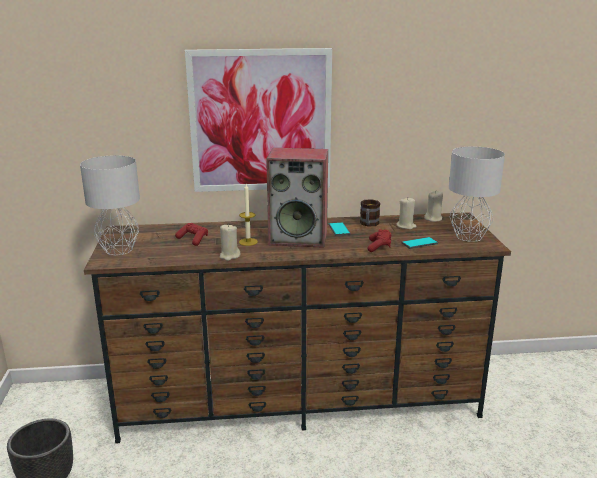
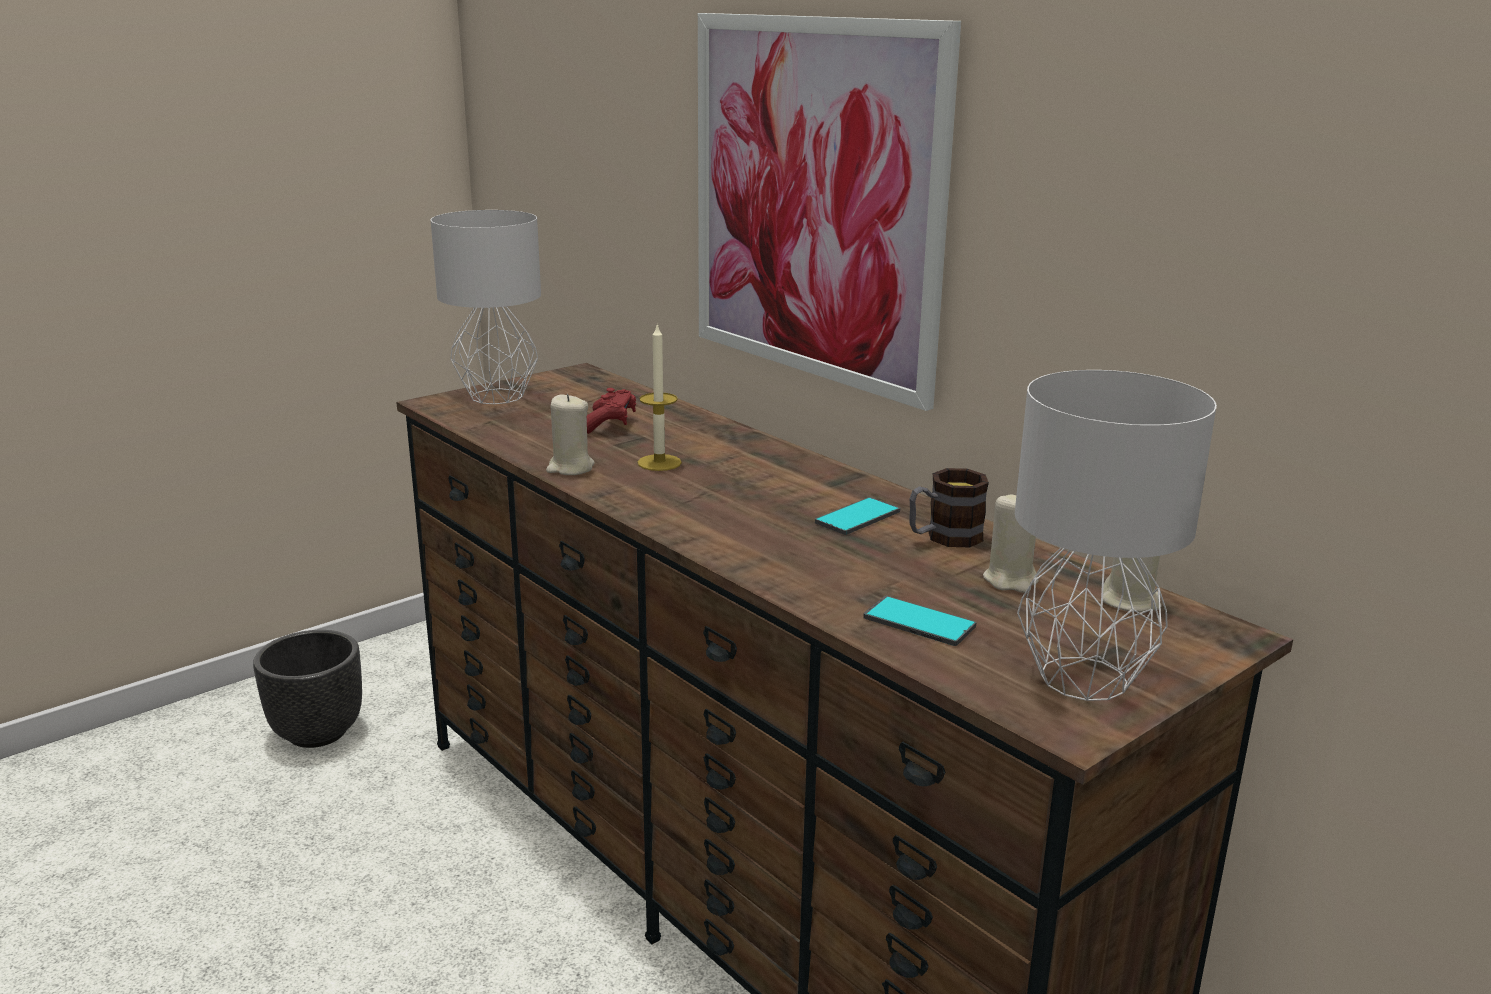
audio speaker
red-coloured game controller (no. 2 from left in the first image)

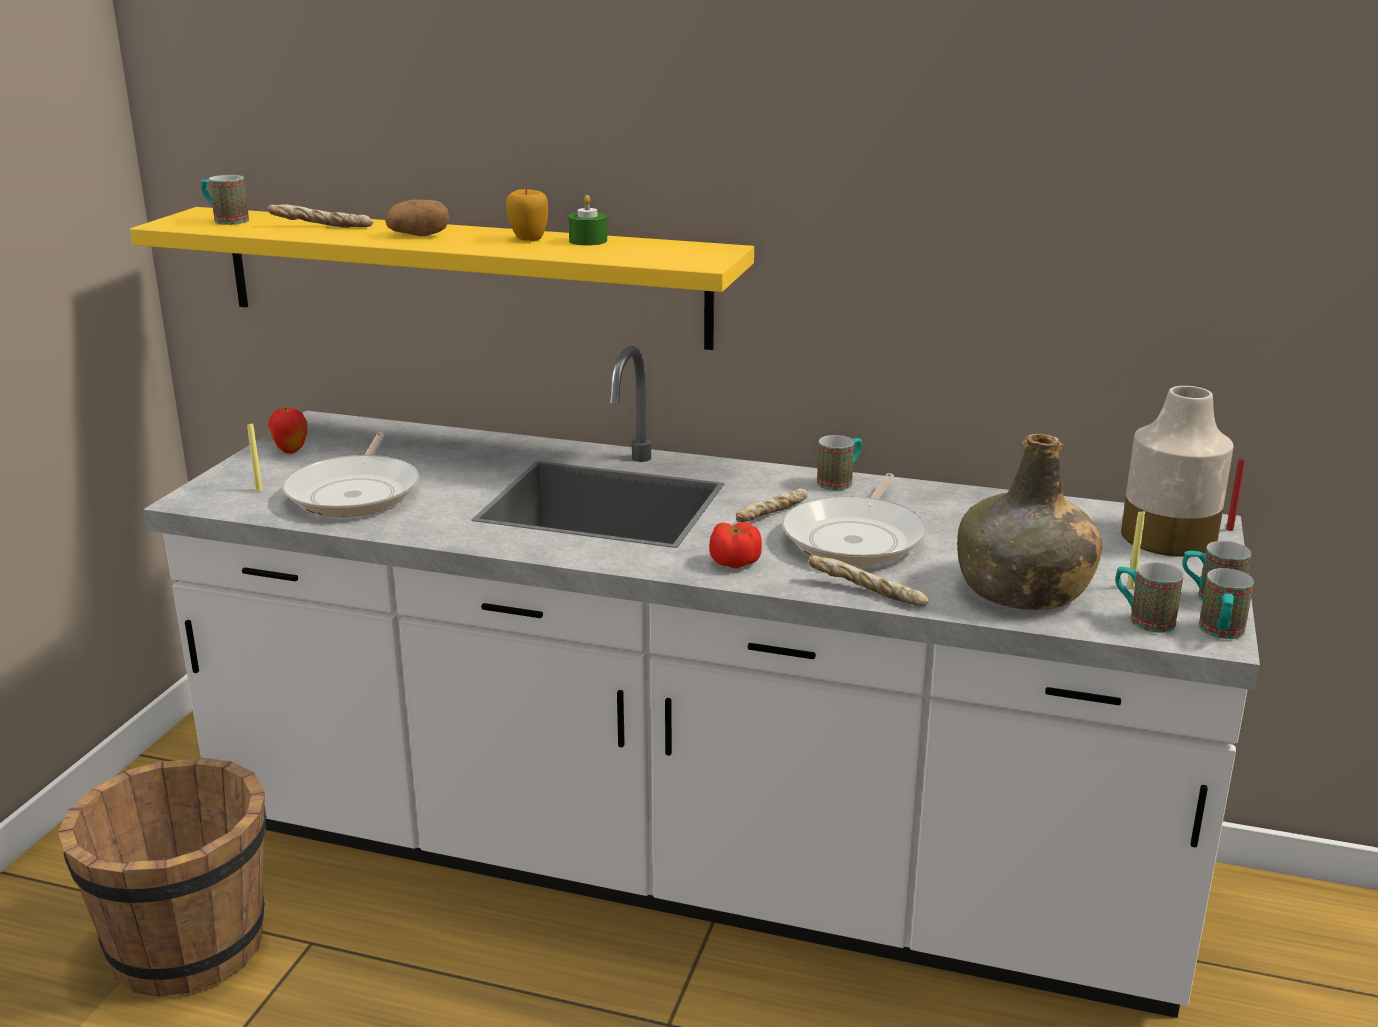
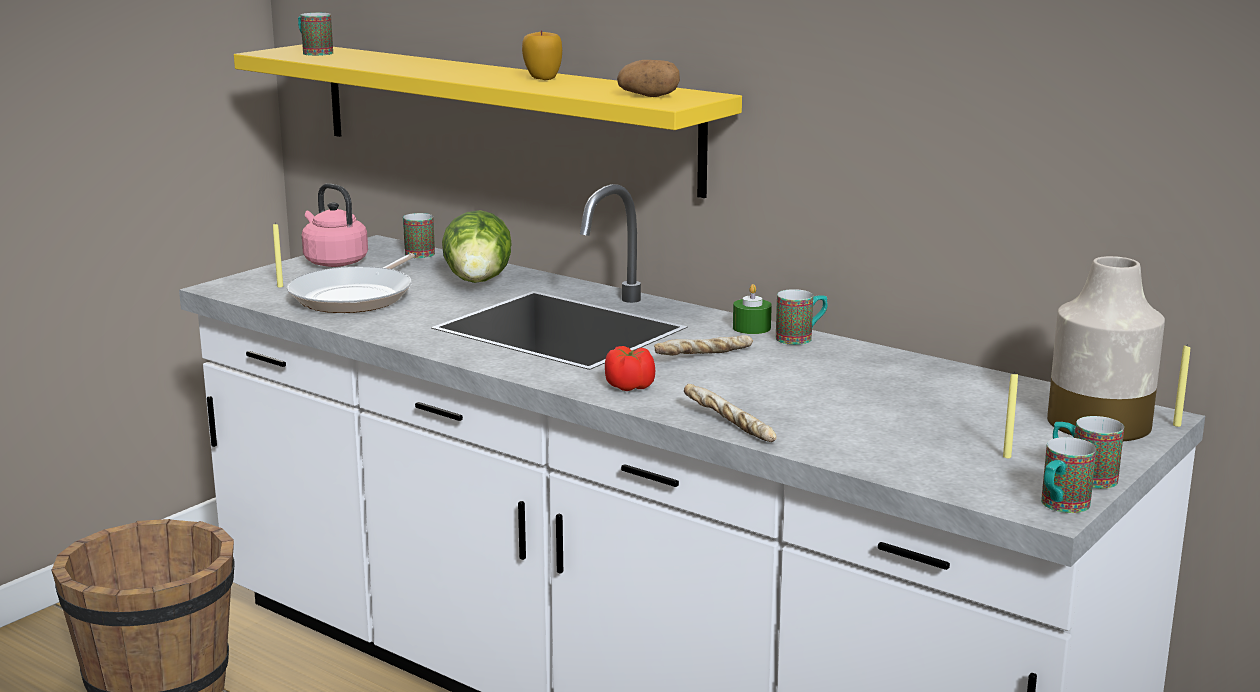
bread (no. 1 from left in the first image)
skillet (no. 2 from left in the first image)
greenish bottle
head of lettuce
potato
greenish candle
tea mug (no. 2 from left)
pink-coloured tea kettle
yellow candle (no. 3 from left)

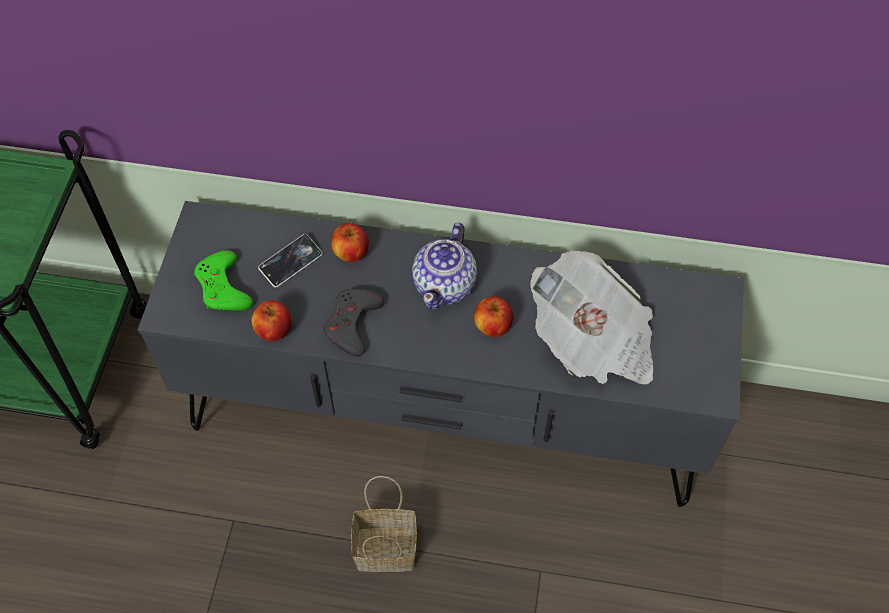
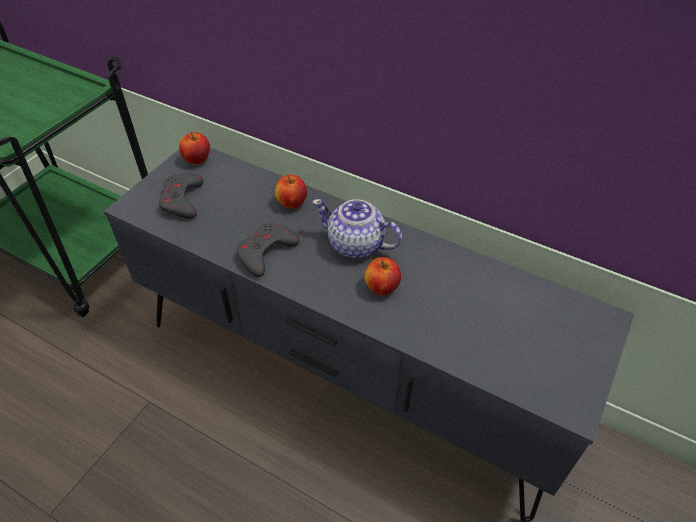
handset
storage basket
printed paper
whole apple (no. 1 from left)
grey game controller (no. 1 from left)
tea pot

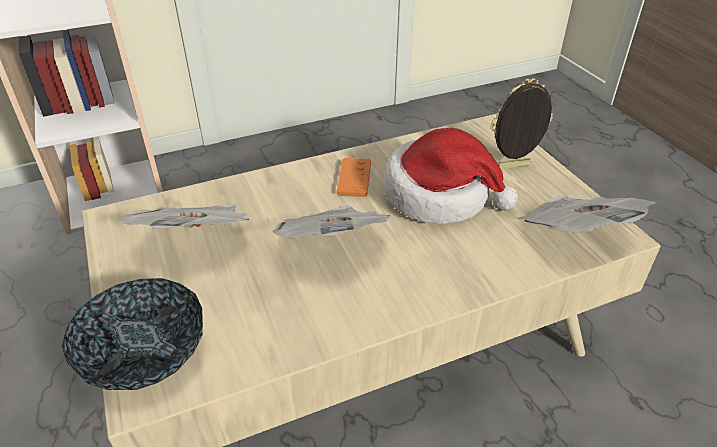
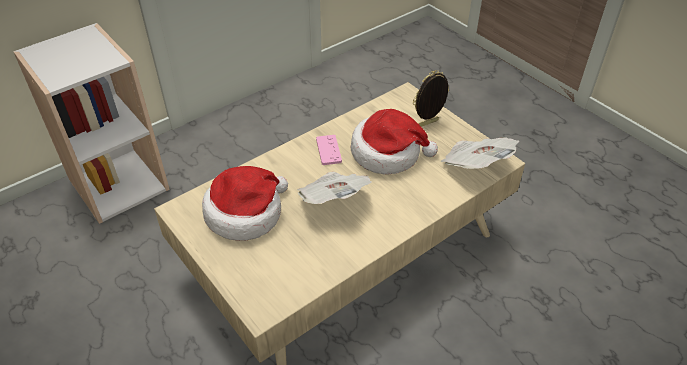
deep dish
wearable hat (no. 1 from left)
pink-coloured game controller

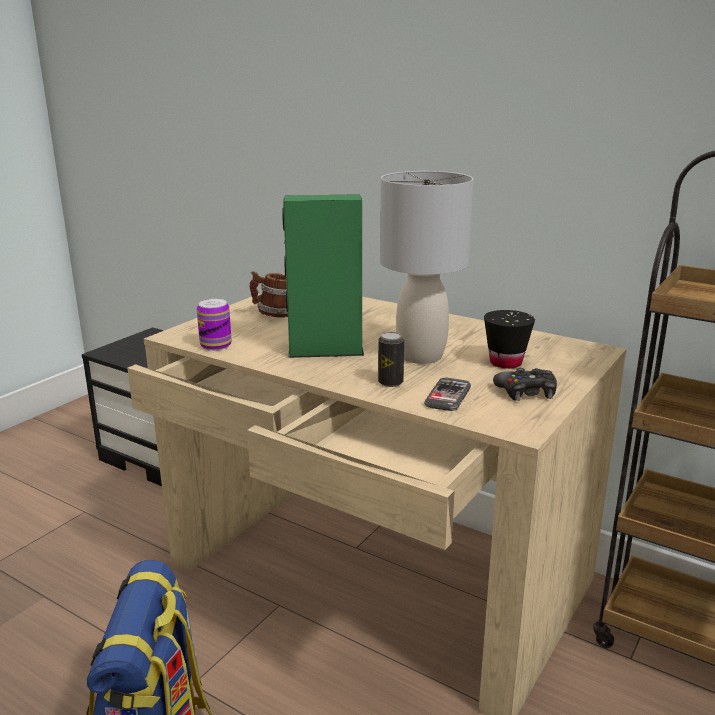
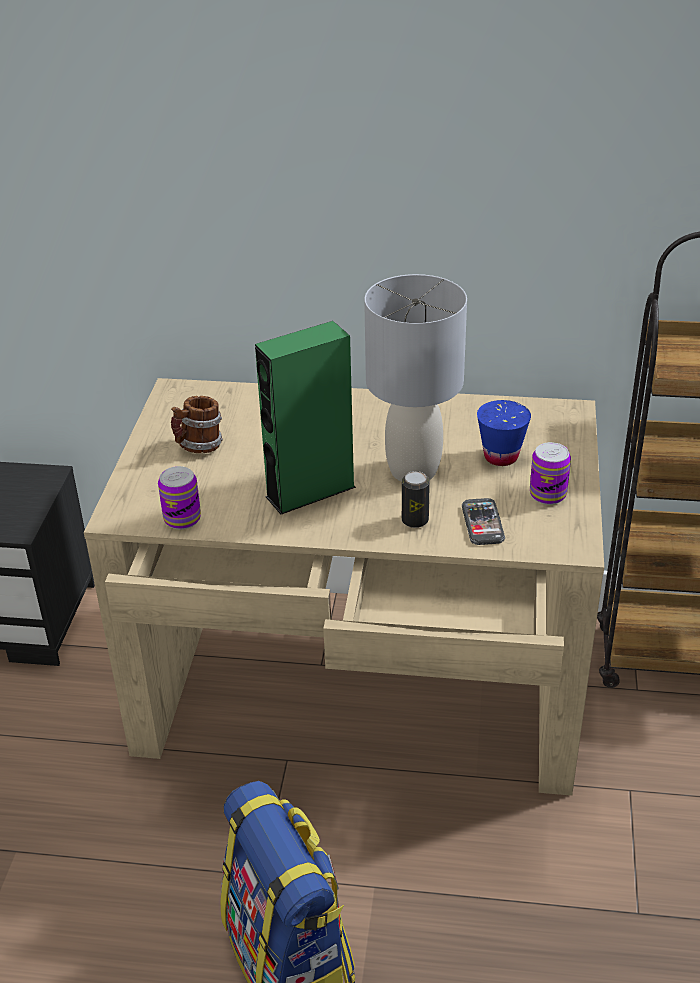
metal can (no. 3 from left)
bluish drinking cup

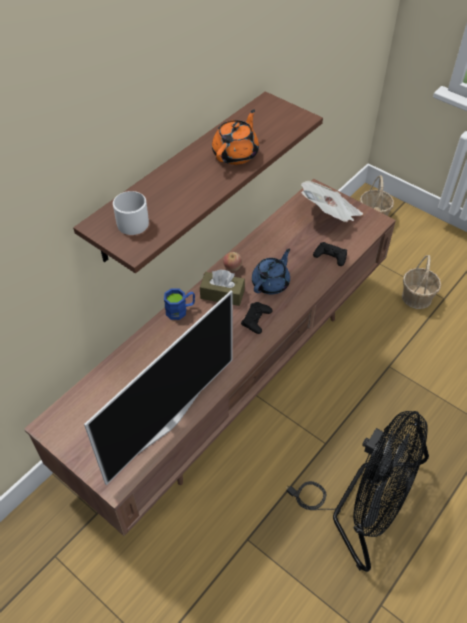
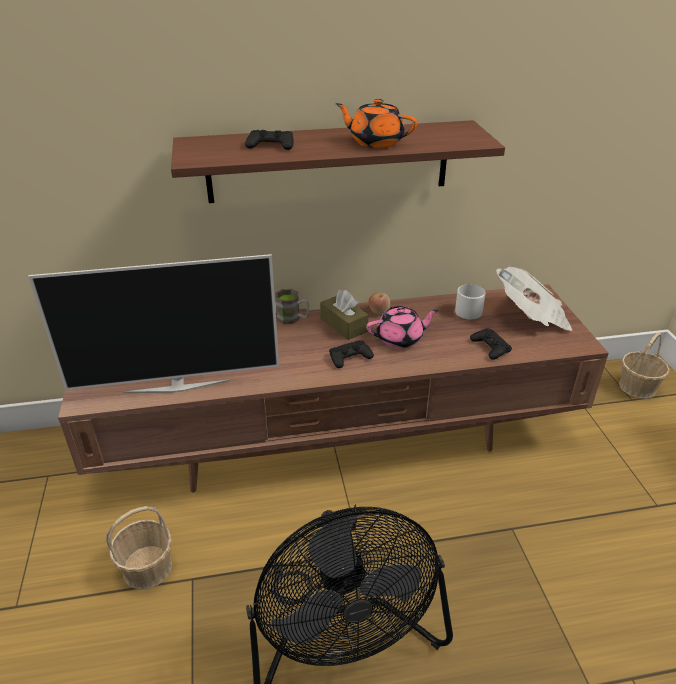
blackish game controller (no. 1 from left)
white-coloured tea mug
storage basket (no. 1 from left)
brownish tea mug
pink-coloured tea pot
orange-coloured tea pot

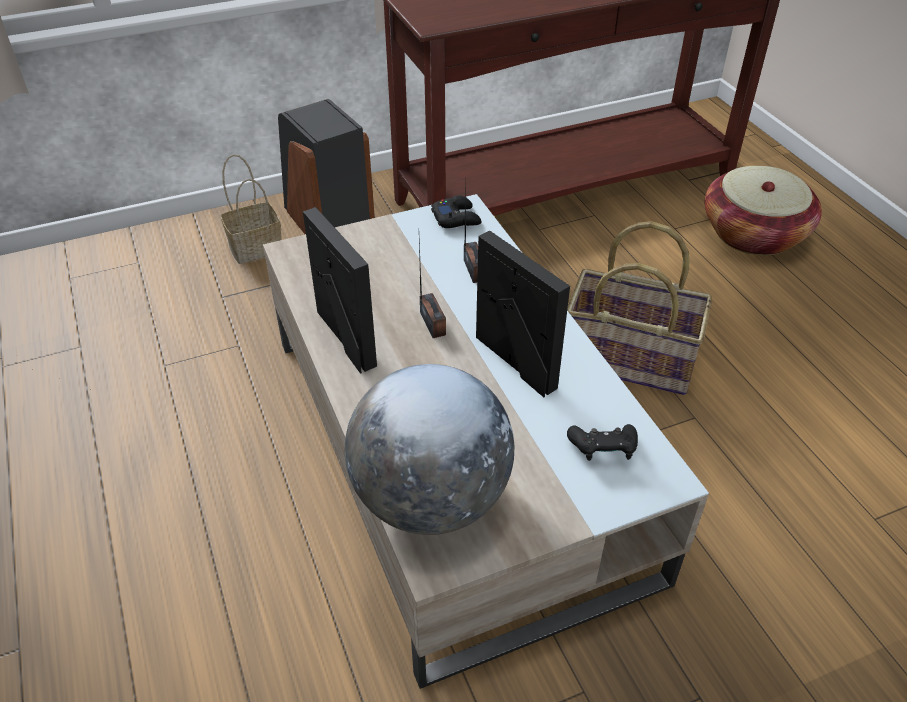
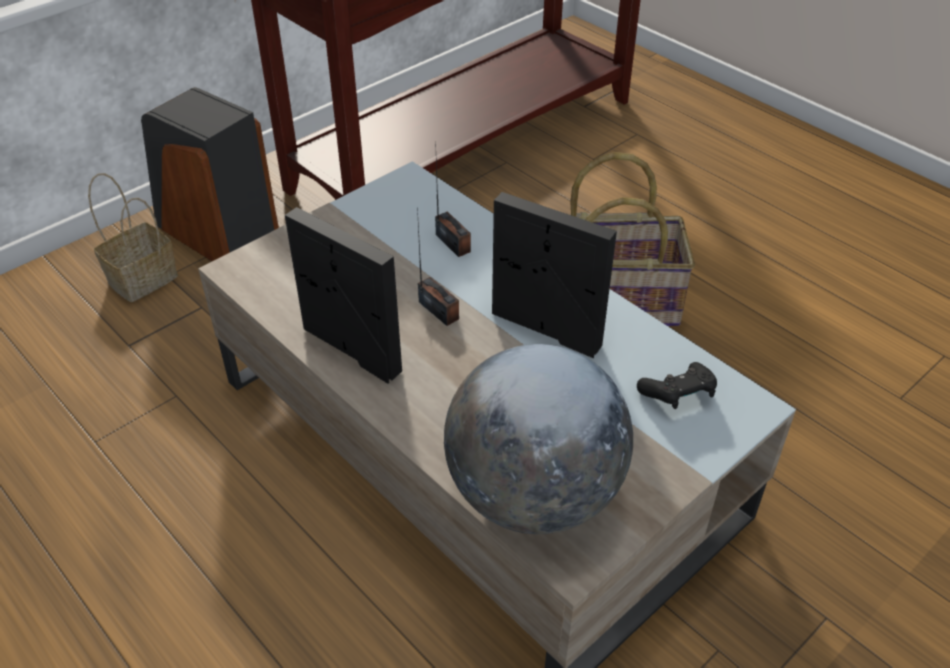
blackish game controller (no. 1 from left in the first image)
storage basket (no. 3 from left in the first image)

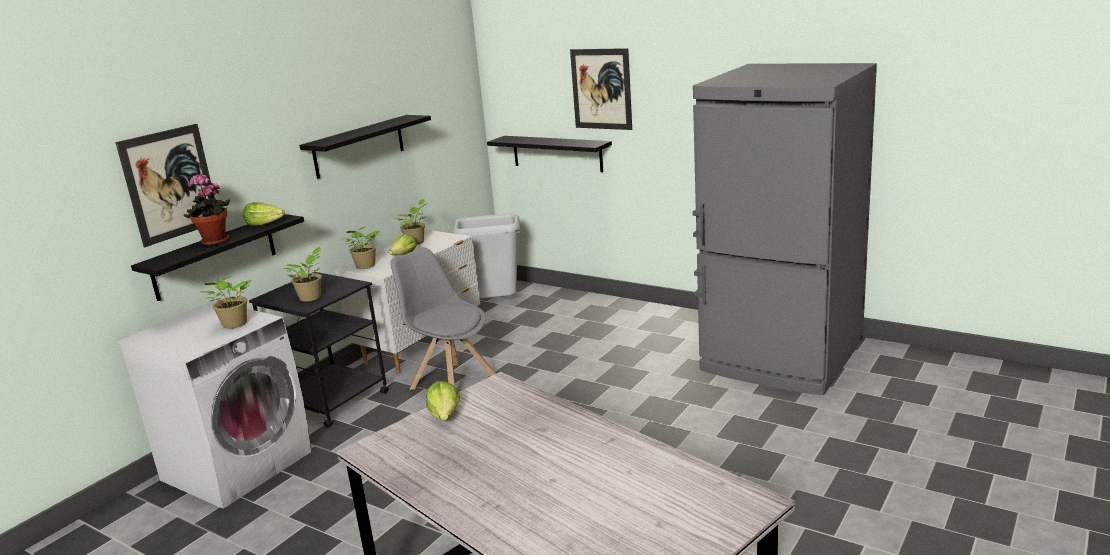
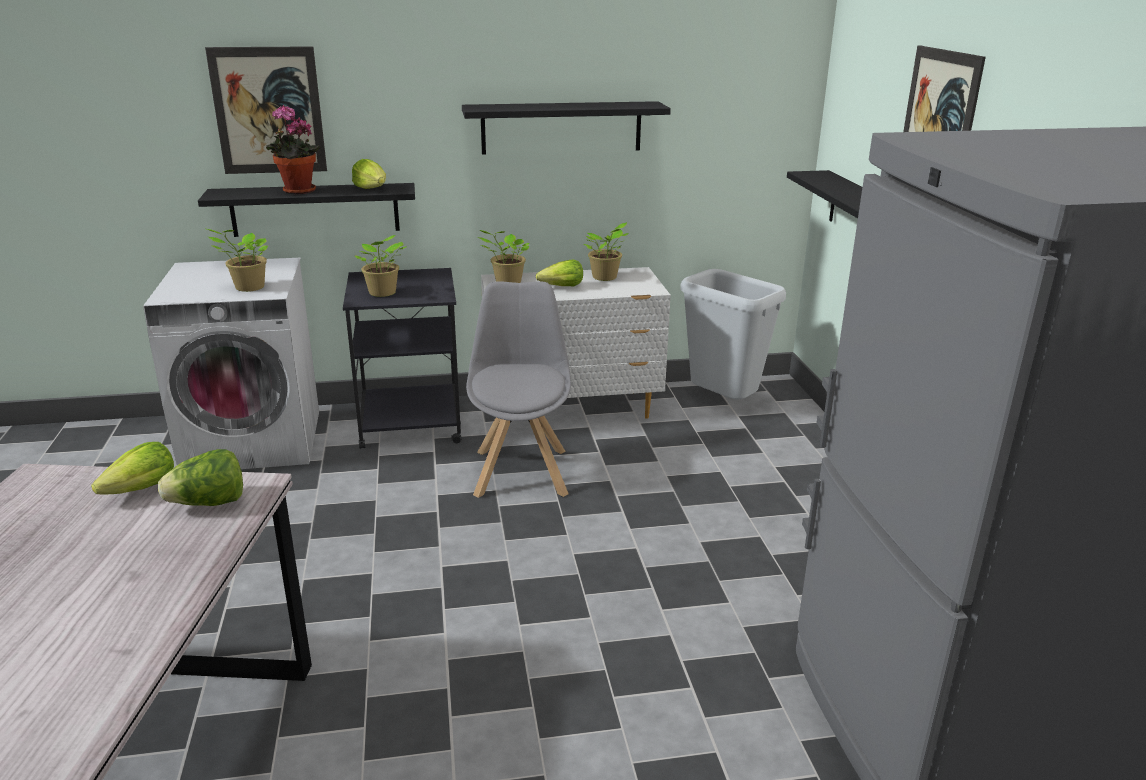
head of lettuce (no. 2 from left)

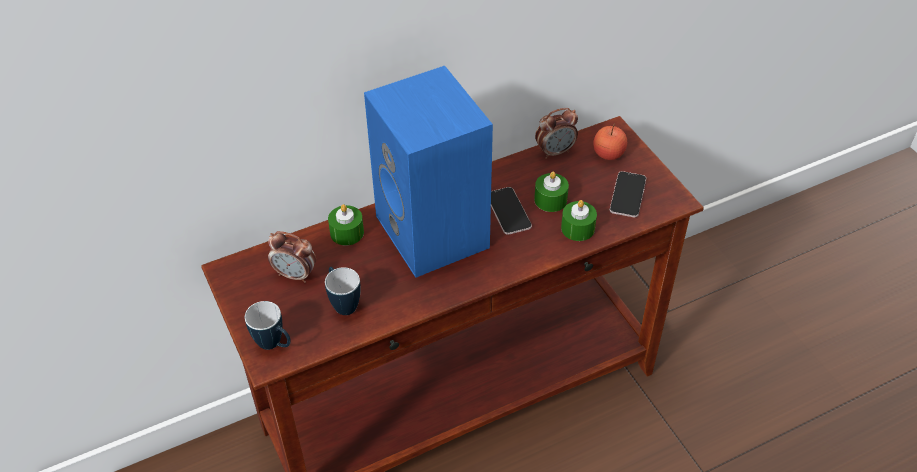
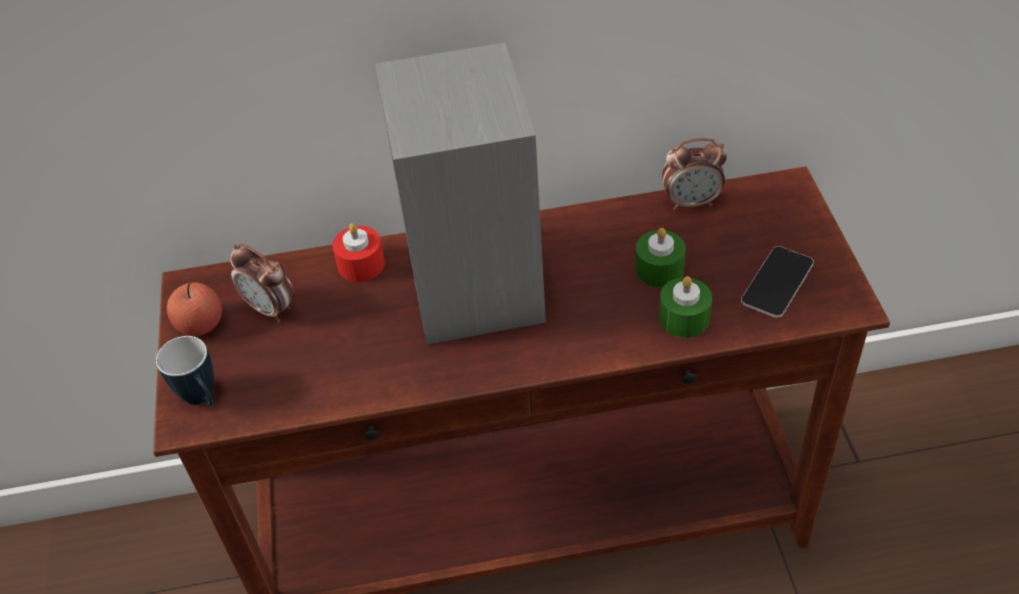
tea mug (no. 2 from left in the first image)
handset (no. 1 from left in the first image)
whole apple
red-coloured candle
grey audio speaker

